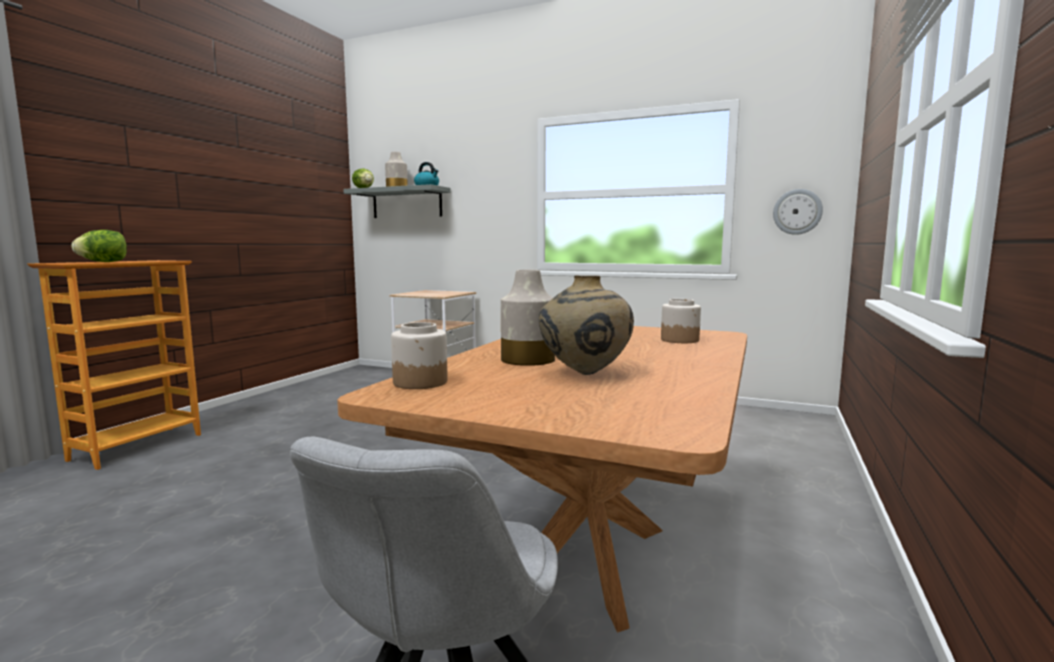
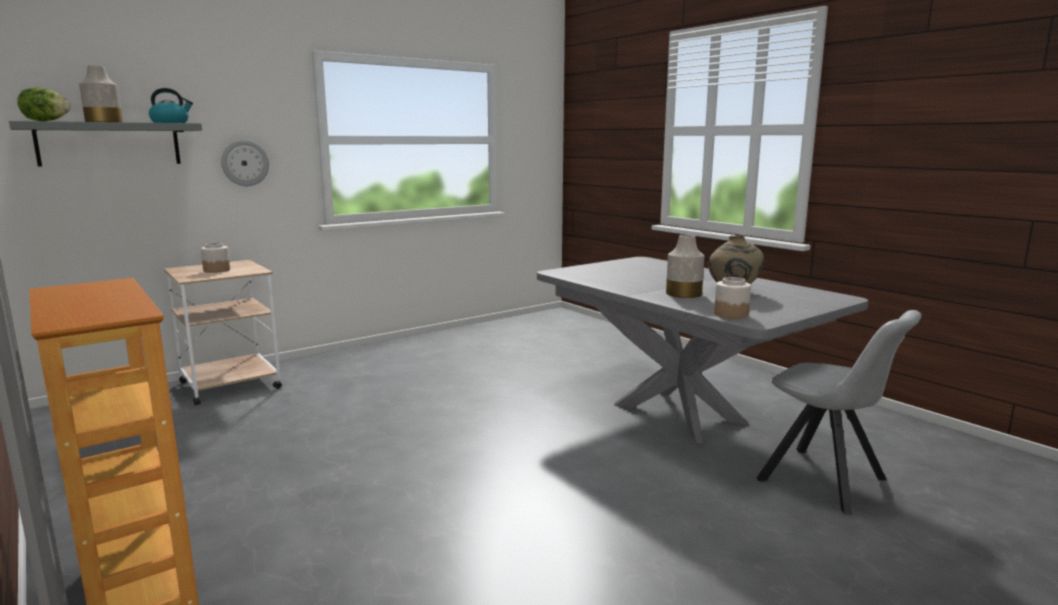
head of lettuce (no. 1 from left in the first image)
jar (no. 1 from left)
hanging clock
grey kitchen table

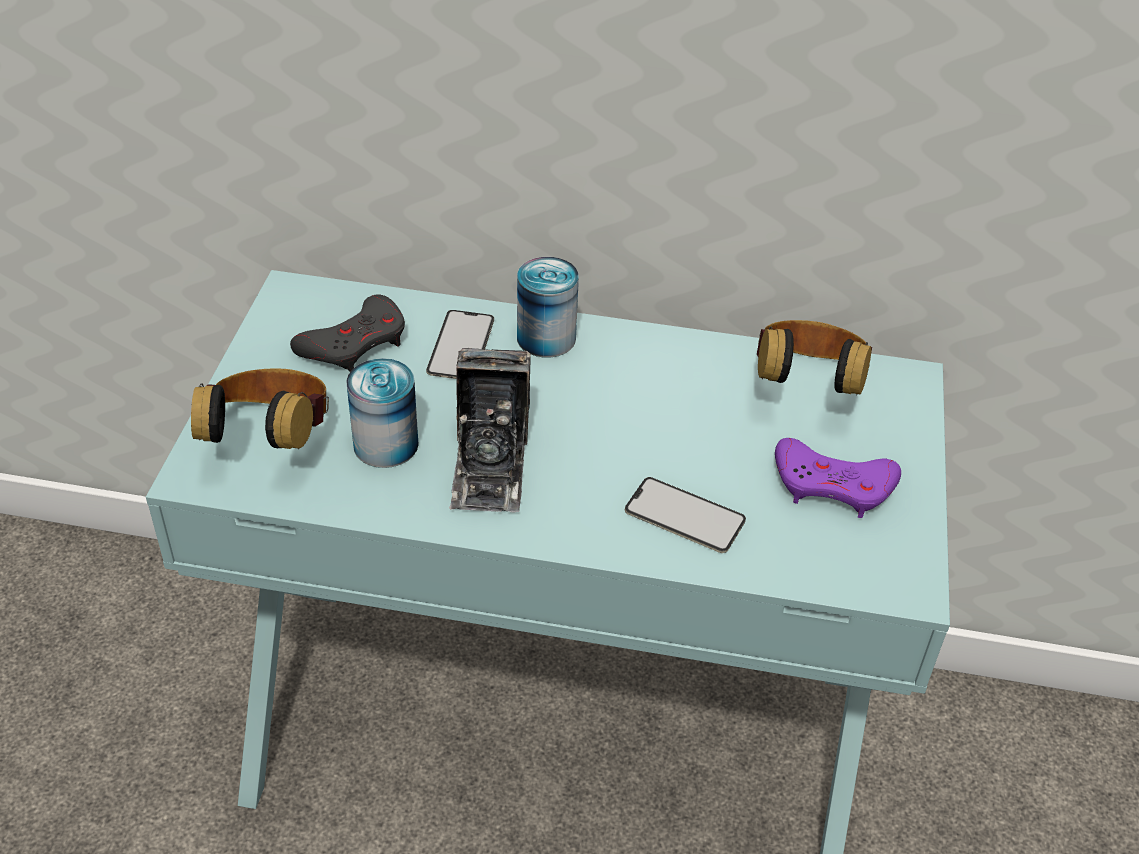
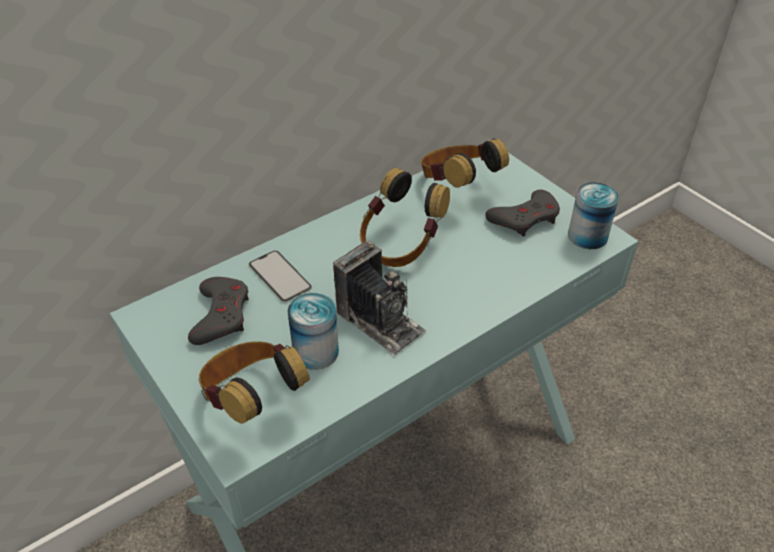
handset (no. 2 from left in the first image)
pair of headphones (no. 2 from left)
metal can (no. 2 from left)
grey game controller (no. 2 from left)

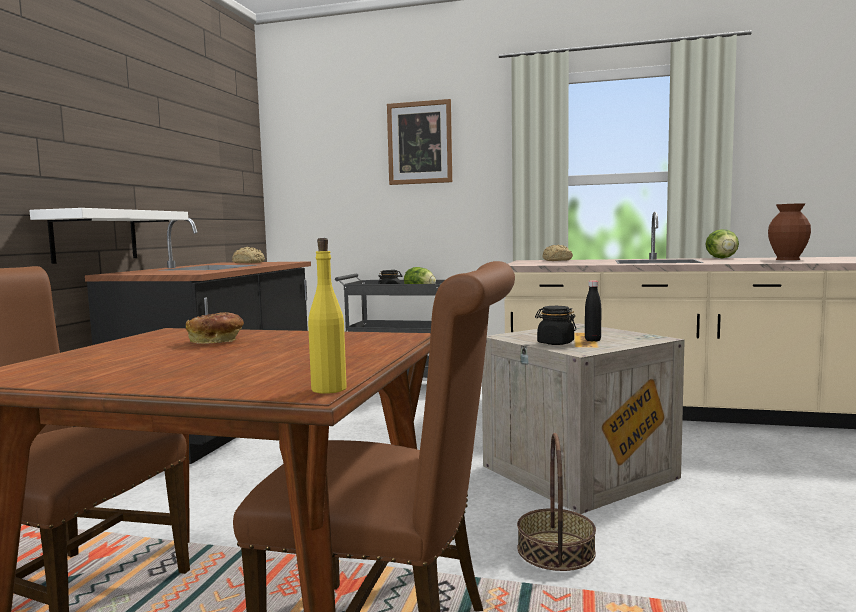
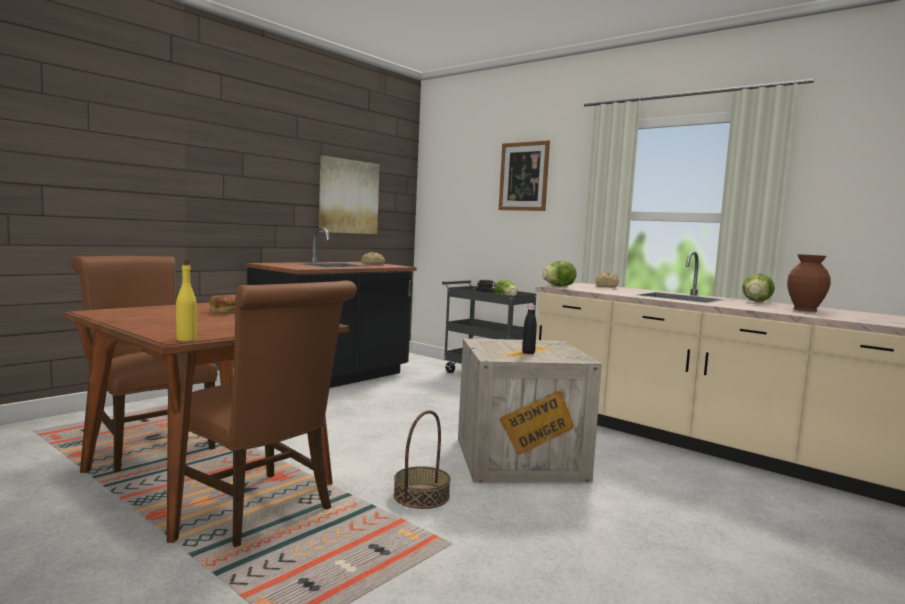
white-coloured shelf
blackish jar (no. 2 from left in the first image)
picture (no. 1 from left)
head of lettuce (no. 2 from left)

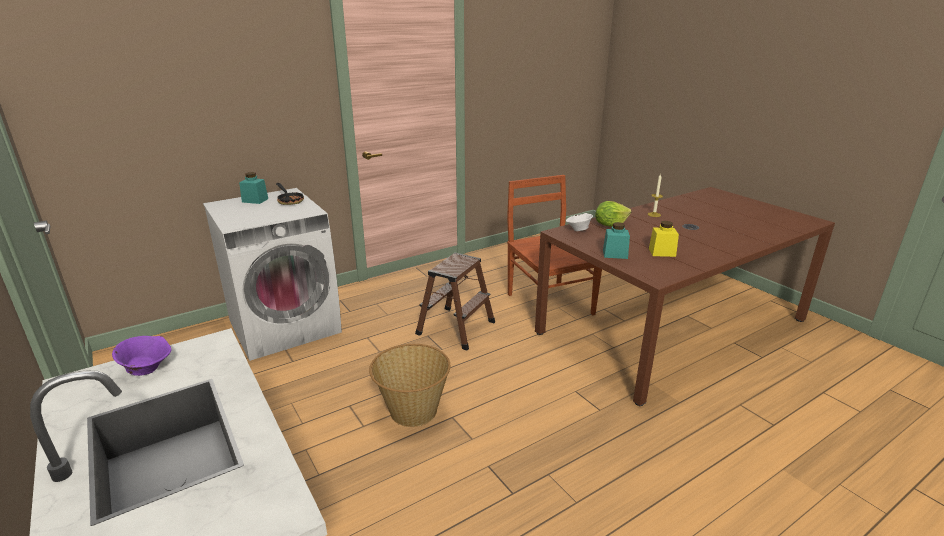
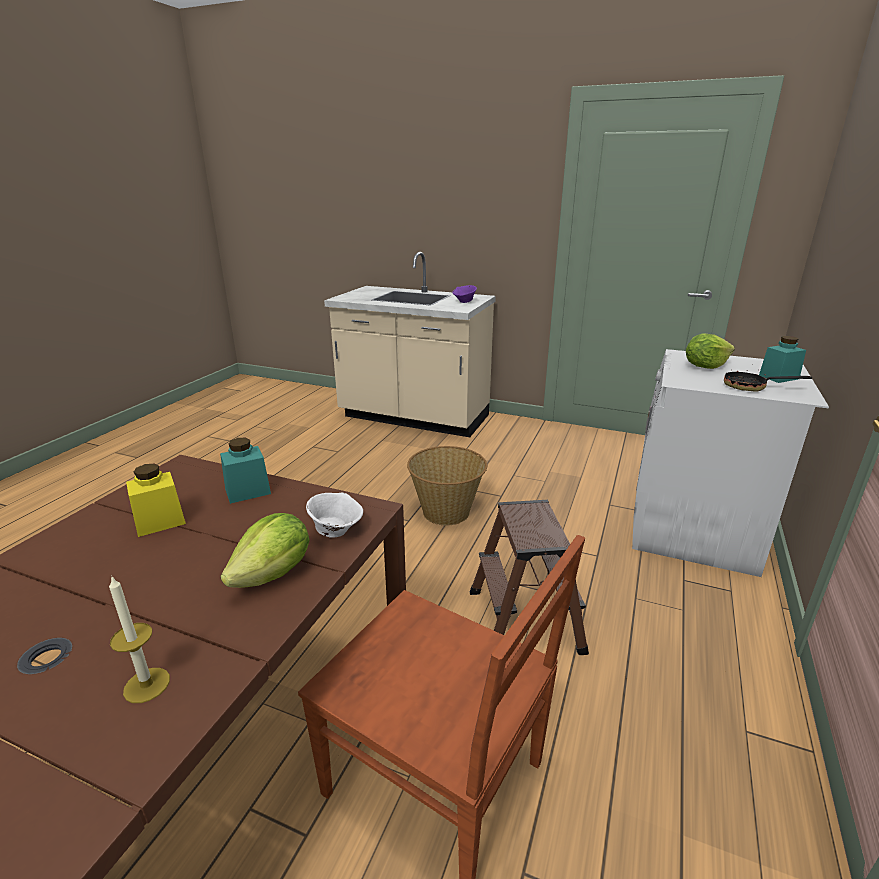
head of lettuce (no. 2 from left)

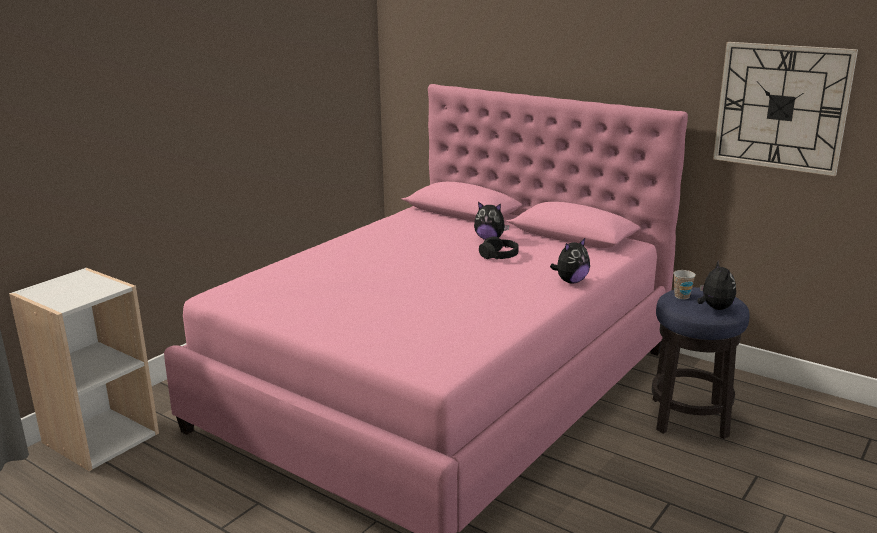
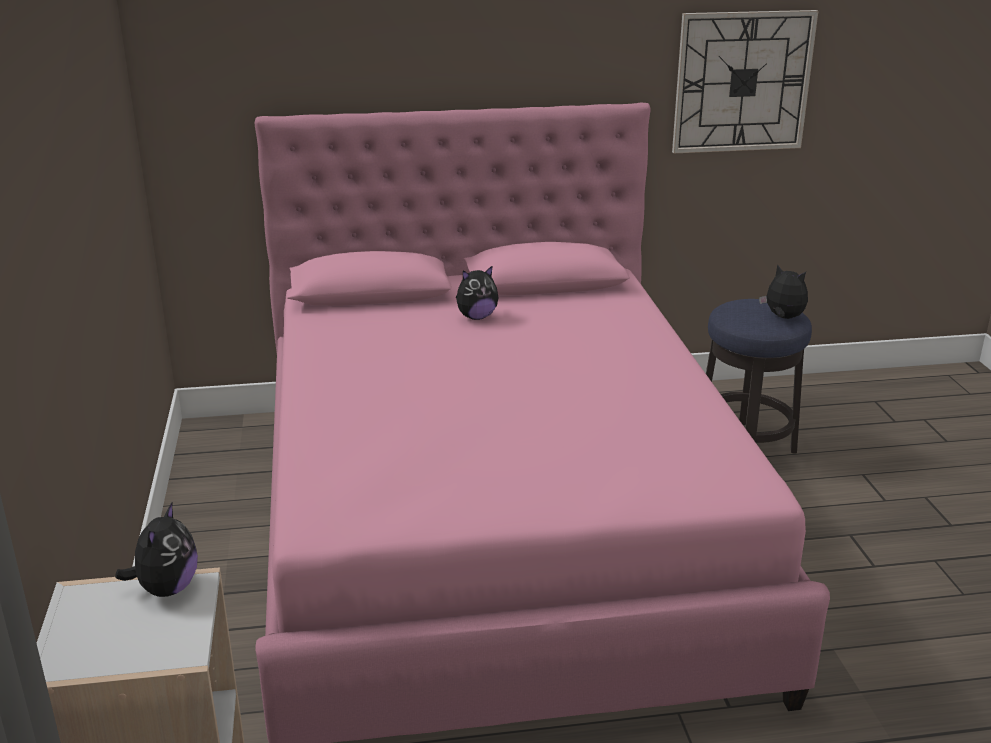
blackish pair of headphones
drinking cup
cuddly toy (no. 1 from left)

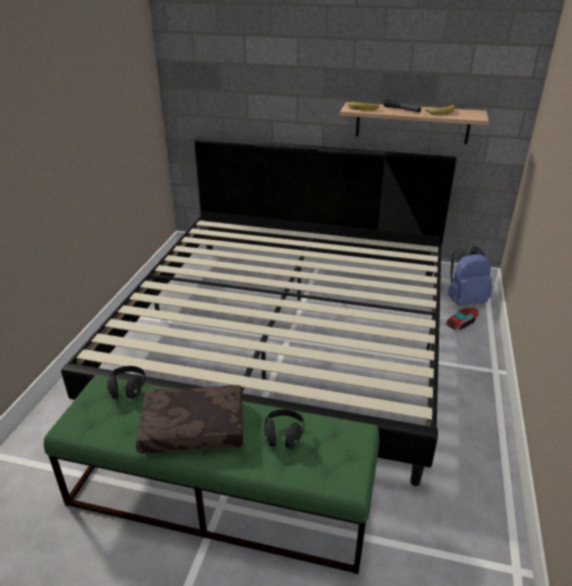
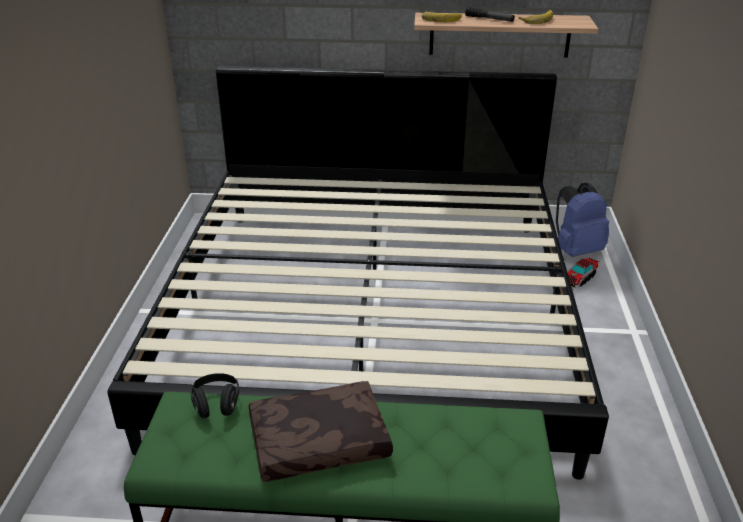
blackish pair of headphones (no. 2 from left in the first image)

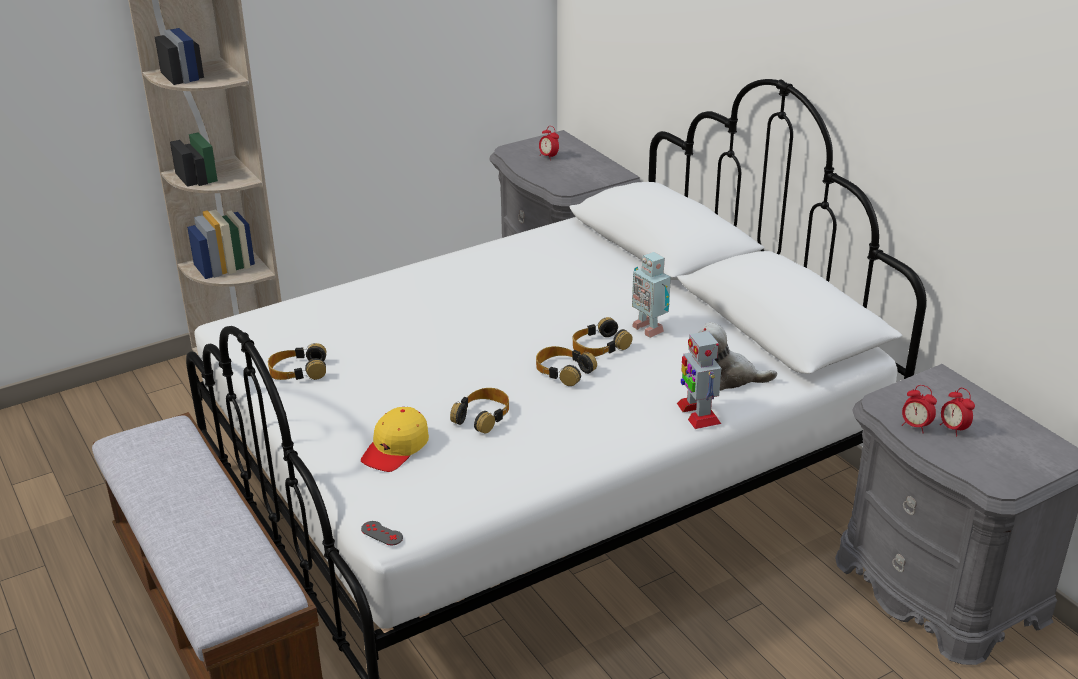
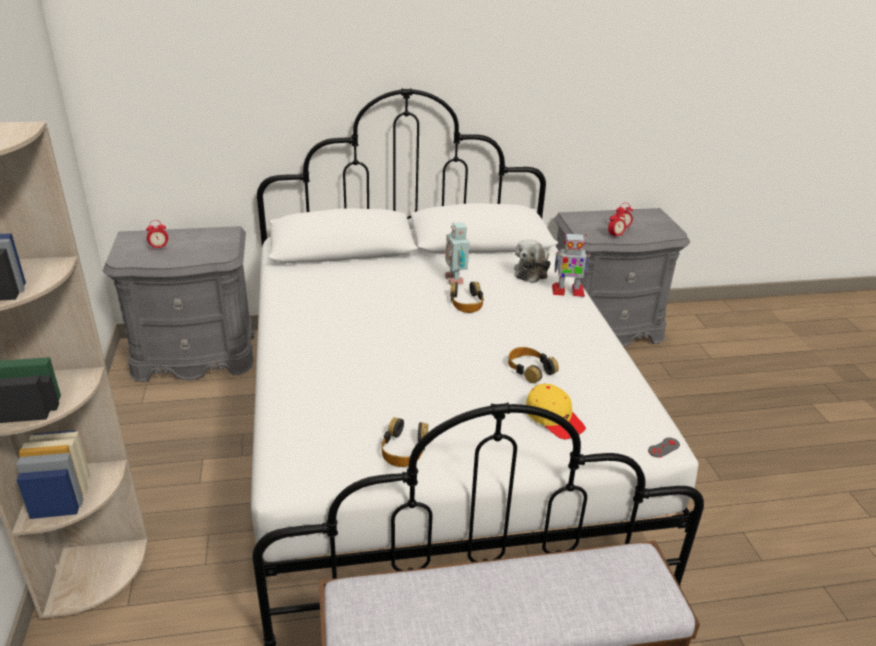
pair of headphones (no. 3 from left in the first image)
robot figure (no. 1 from left)

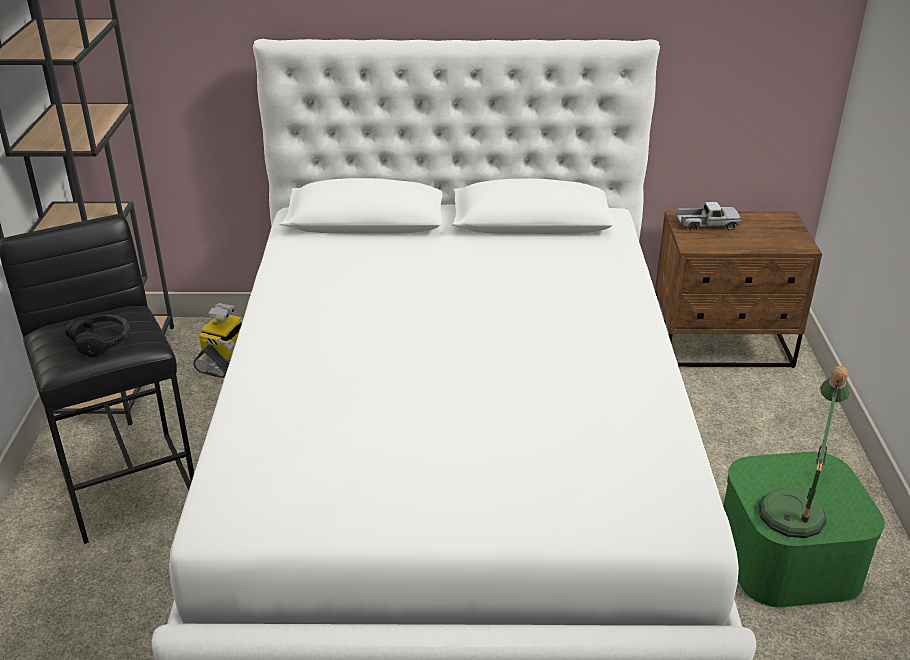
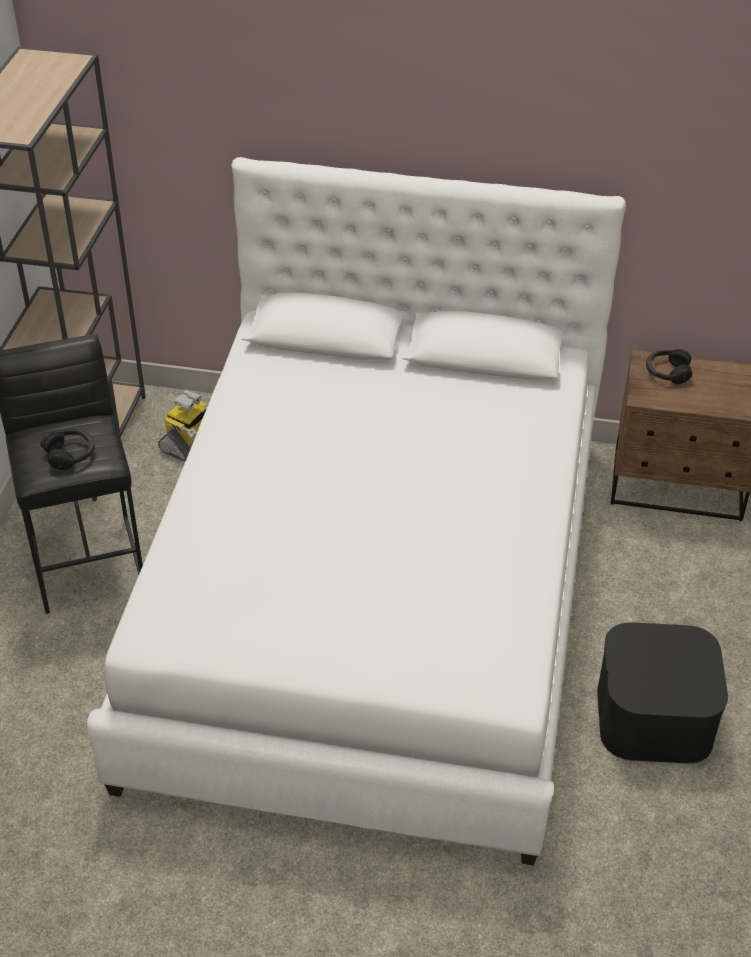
lamp for a table
blackish pair of headphones (no. 2 from left)
blackish storage container

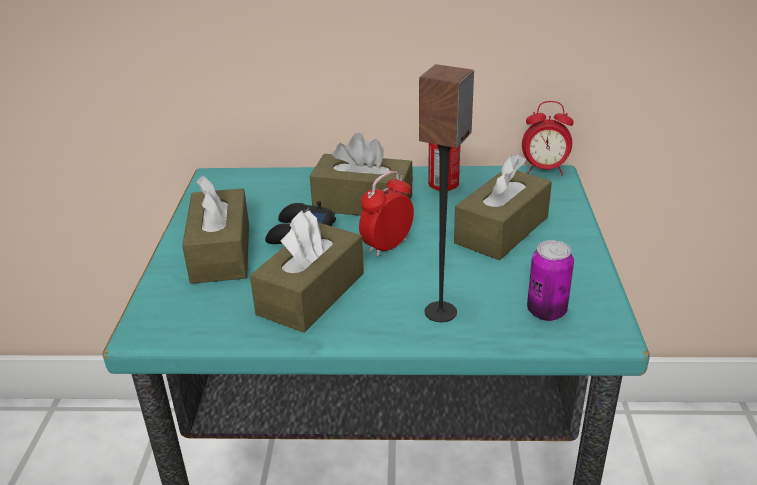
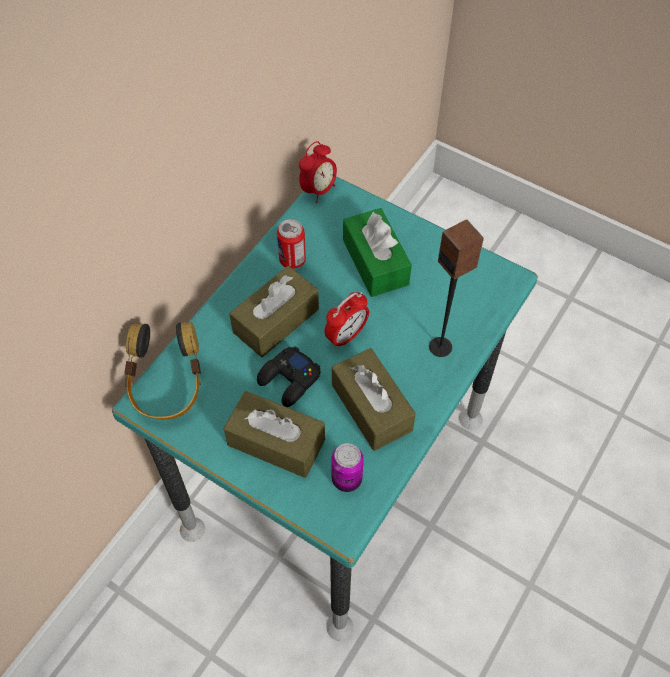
pair of headphones
metal can (no. 2 from left)
greenish box of tissues
table clock (no. 2 from left)

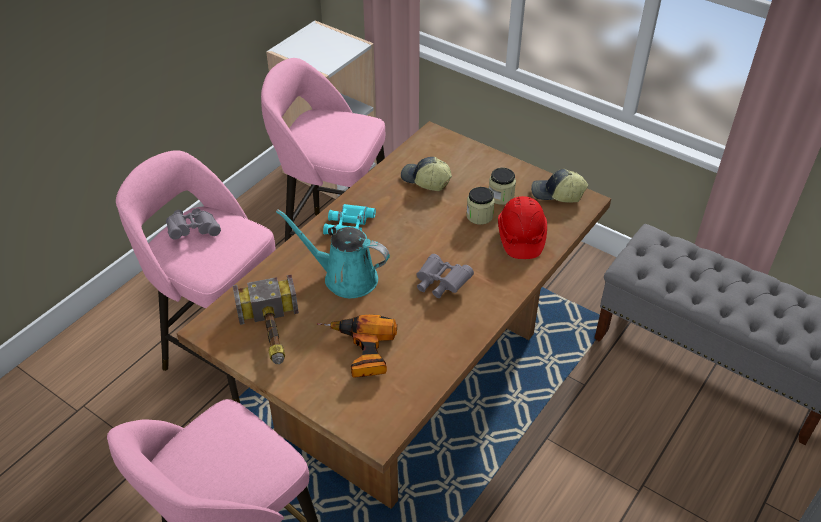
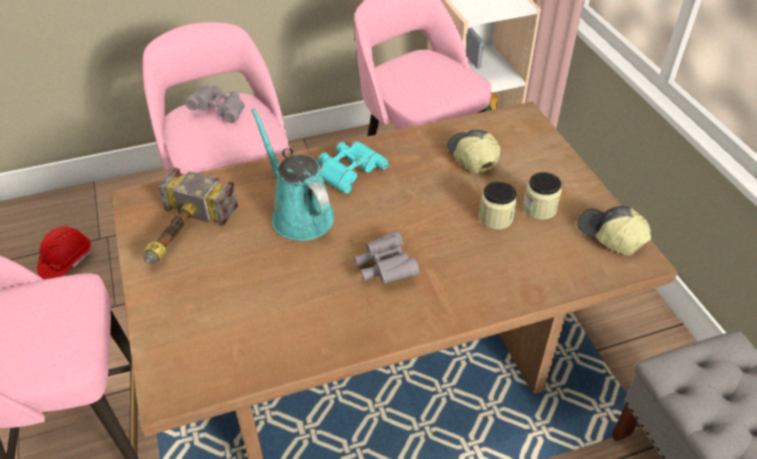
electric drill
red-coloured work helmet

